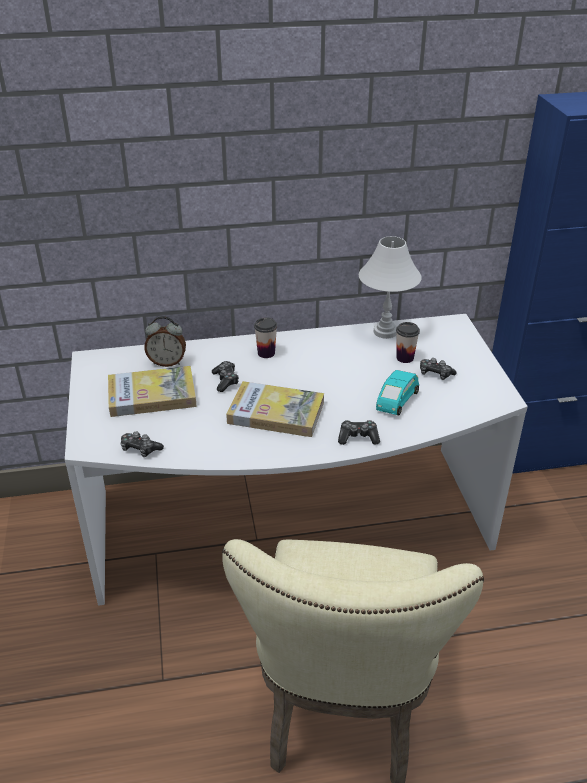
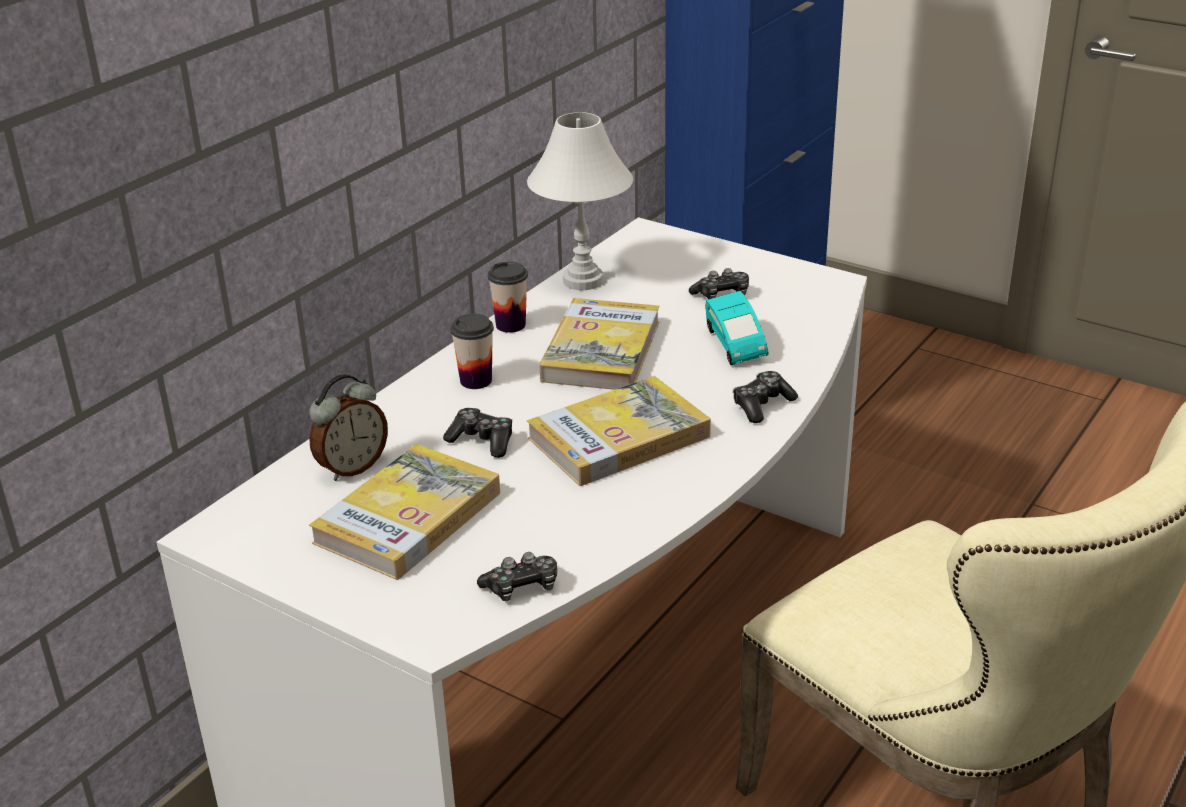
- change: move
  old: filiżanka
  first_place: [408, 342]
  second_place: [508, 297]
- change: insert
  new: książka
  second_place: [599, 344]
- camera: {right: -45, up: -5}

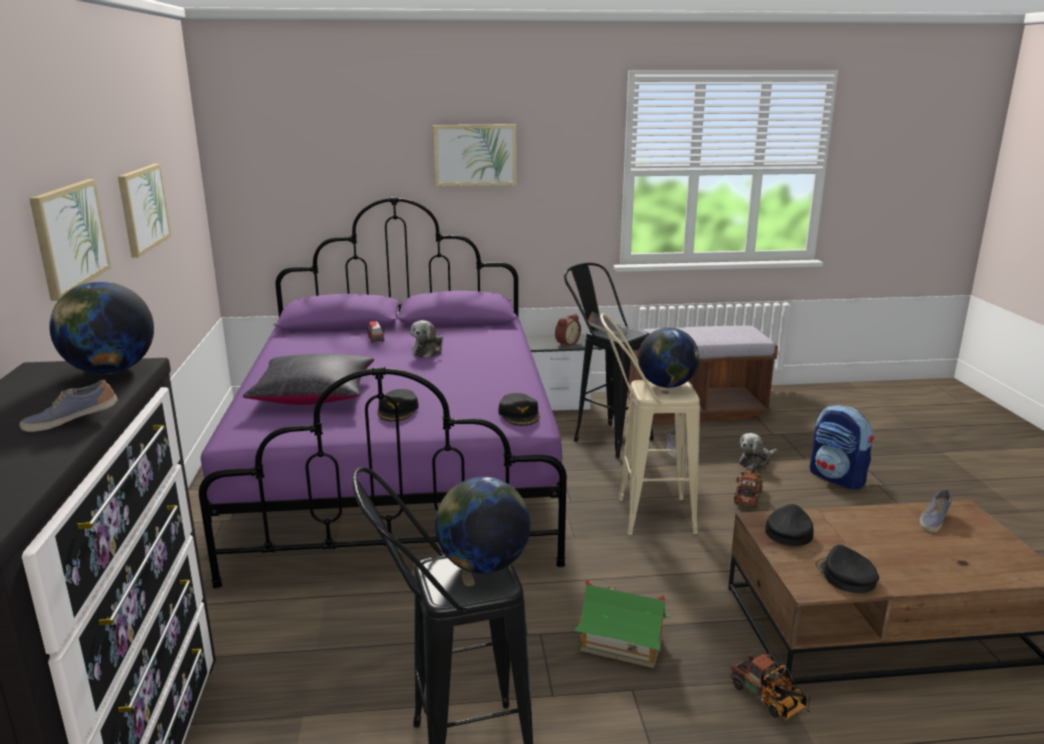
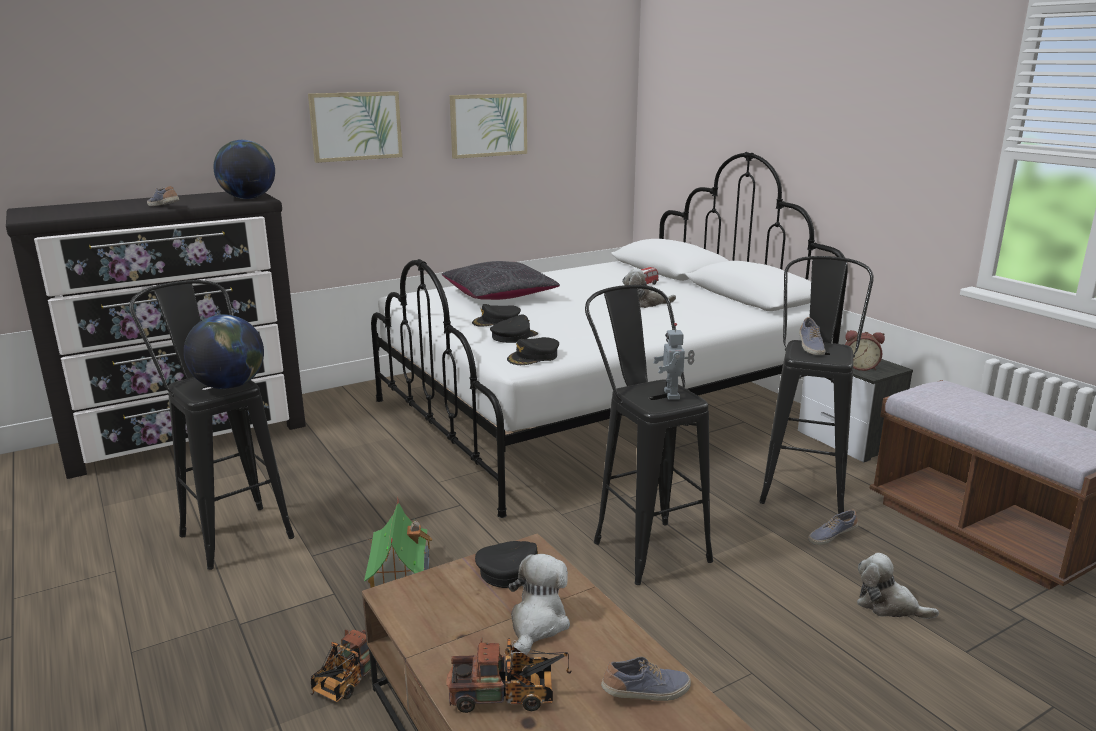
- change: delete
  old: obraz
  first_place: [475, 155]
- change: recolor
  old: łóżko (fioletowy)
  new: łóżko (biały)
  first_place: [383, 393]
  second_place: [609, 335]
- change: recolor
  old: stołek (beżowy)
  new: stołek (czarny)
  first_place: [650, 424]
  second_place: [649, 435]
- change: replace
  old: globus
  new: robot zabawkowy
  first_place: [668, 358]
  second_place: [674, 361]
- change: delete
  old: plecak
  first_place: [841, 447]
- change: move
  old: ciężarówka zabawkowa
  first_place: [748, 484]
  second_place: [509, 675]
- change: rotate
  old: but
  first_place: [936, 510]
  second_place: [646, 679]
  degrees: 150
- change: move
  old: czapka z daszkiem (czarny)
  first_place: [847, 569]
  second_place: [514, 328]
- change: insert
  new: pluszak
  second_place: [539, 604]
- camera: {right: 65, up: 0}

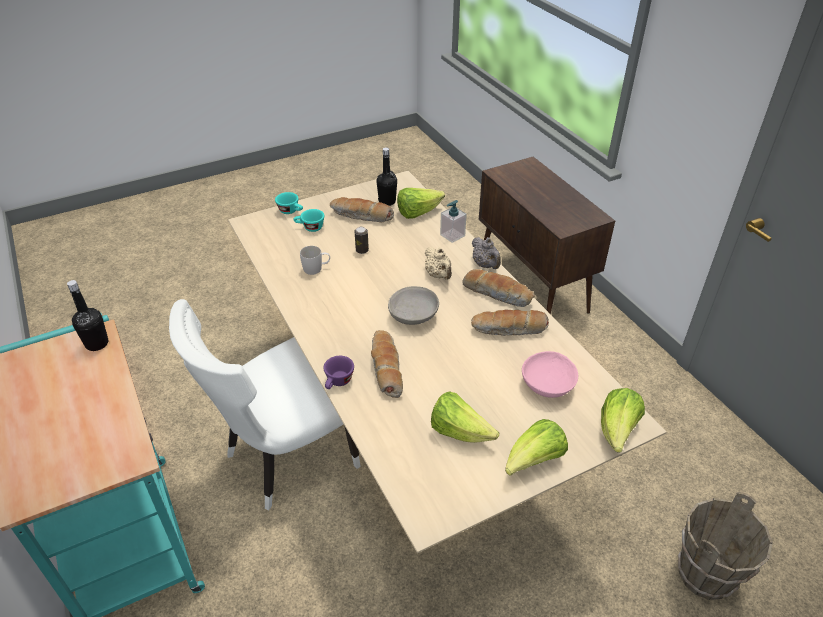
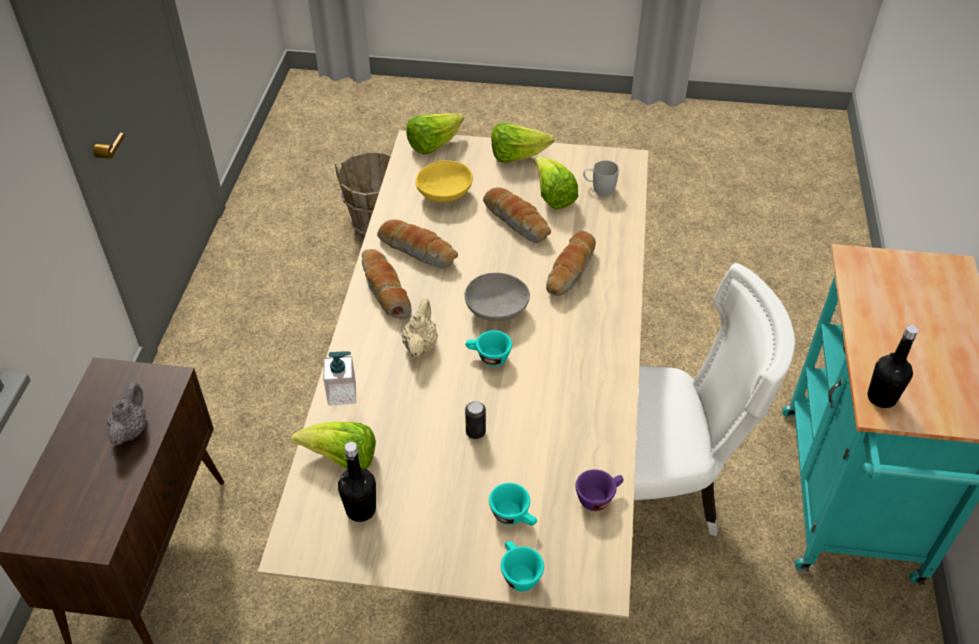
- change: move
  old: chleb
  first_place: [362, 209]
  second_place: [517, 215]
- change: move
  old: imbryk (szary)
  first_place: [486, 253]
  second_place: [127, 414]
- change: move
  old: kubek (biały)
  first_place: [315, 260]
  second_place: [601, 177]
- change: recolor
  old: miska (różowy)
  new: miska (żółty)
  first_place: [550, 374]
  second_place: [444, 181]
- change: move
  old: filiżanka (fioletowy)
  first_place: [338, 372]
  second_place: [599, 490]
- change: insert
  new: filiżanka (turkusowy)
  second_place: [489, 348]
- camera: {right: -145, up: 5}

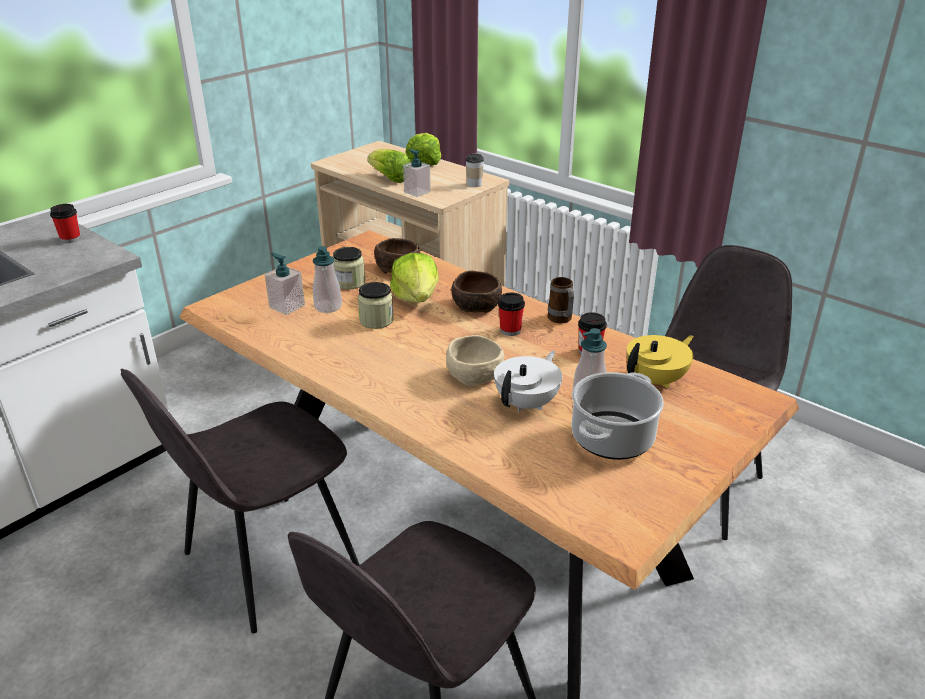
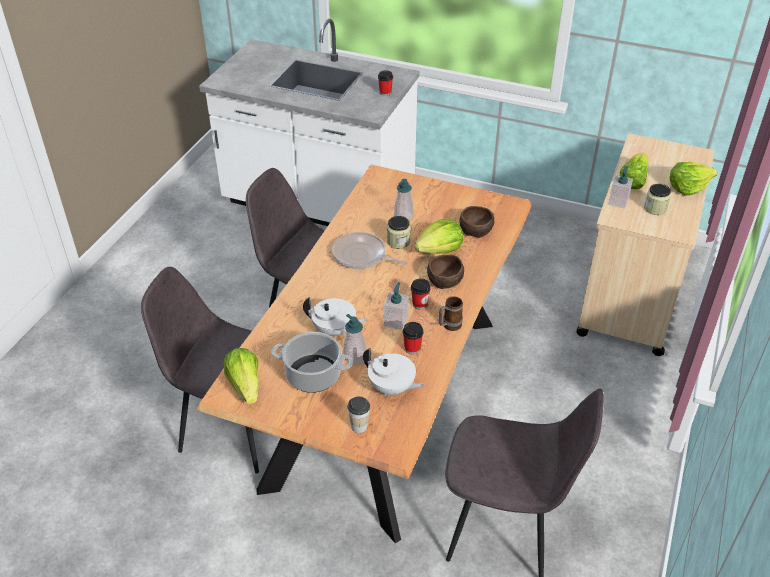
- change: move
  old: filiżanka
  first_place: [474, 170]
  second_place: [359, 414]
- change: move
  old: słoik
  first_place: [349, 268]
  second_place: [657, 199]
- change: move
  old: dozownik mydła
  first_place: [285, 284]
  second_place: [396, 306]
- change: delete
  old: miska (beżowy)
  first_place: [475, 360]
- change: recolor
  old: imbryk (żółty)
  new: imbryk (biały)
  first_place: [660, 362]
  second_place: [394, 372]
- change: insert
  new: patelnia
  second_place: [369, 250]
- change: insert
  new: sałata
  second_place: [241, 376]
- camera: {right: 70, up: 10}

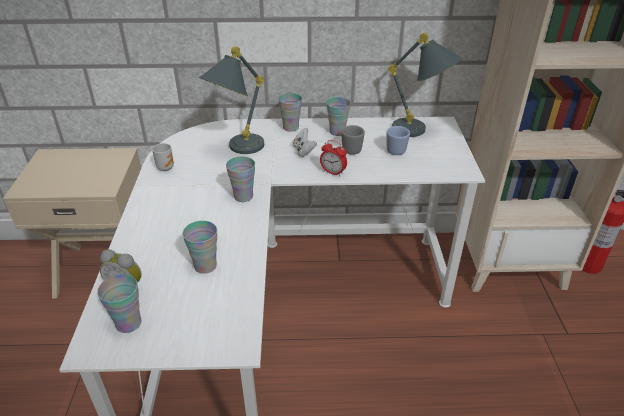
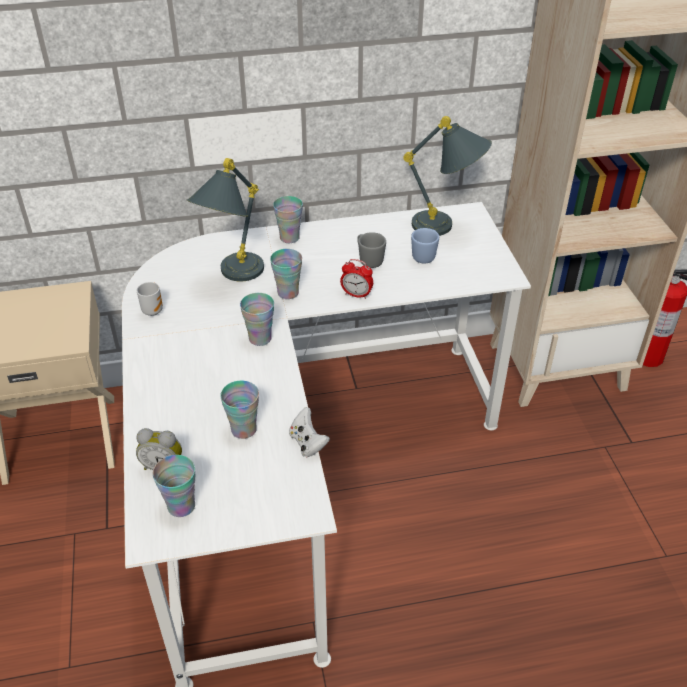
- change: move
  old: filiżanka
  first_place: [338, 116]
  second_place: [286, 274]
- change: move
  old: pad do gier (biały)
  first_place: [305, 142]
  second_place: [309, 432]
- camera: {right: -10, up: 5}

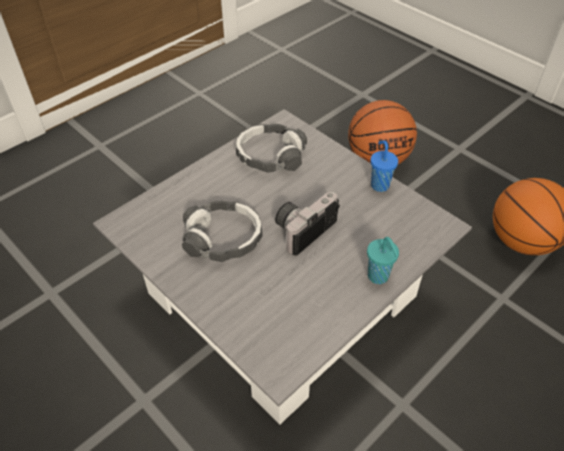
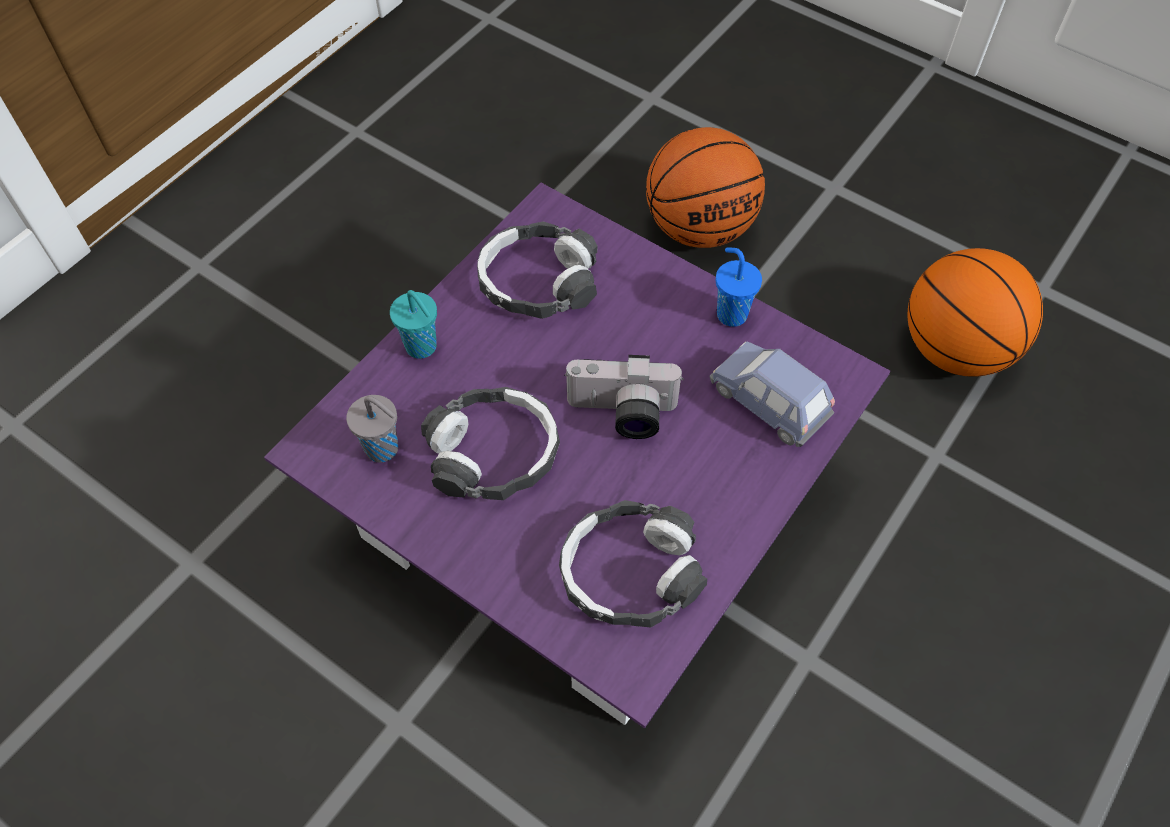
- change: recolor
  old: ława (szary)
  new: ława (fioletowy)
  first_place: [282, 267]
  second_place: [577, 455]
- change: rotate
  old: aparat fotograficzny
  first_place: [307, 223]
  second_place: [624, 397]
  degrees: -120
- change: move
  old: filiżanka (turkusowy)
  first_place: [383, 260]
  second_place: [413, 324]
- change: insert
  new: samochodzik (niebieski)
  second_place: [772, 394]
- change: insert
  new: filiżanka (szary)
  second_place: [372, 429]
- change: insert
  new: słuchawki
  second_place: [633, 564]
- camera: {right: -10, up: 10}

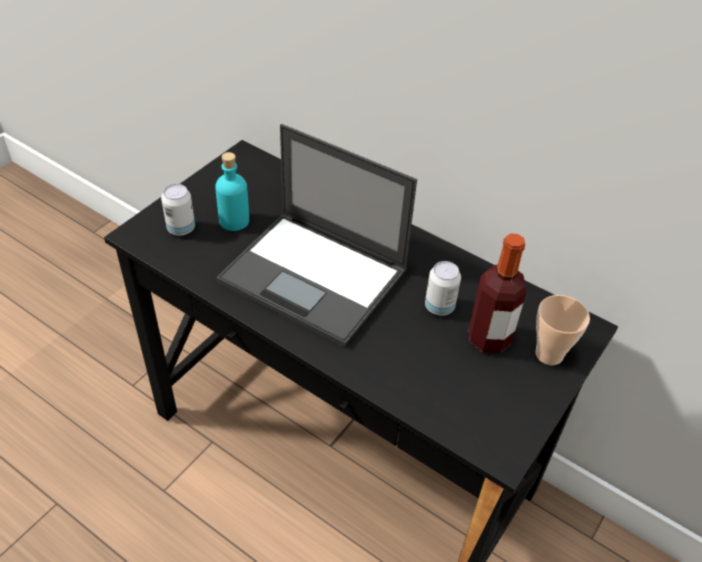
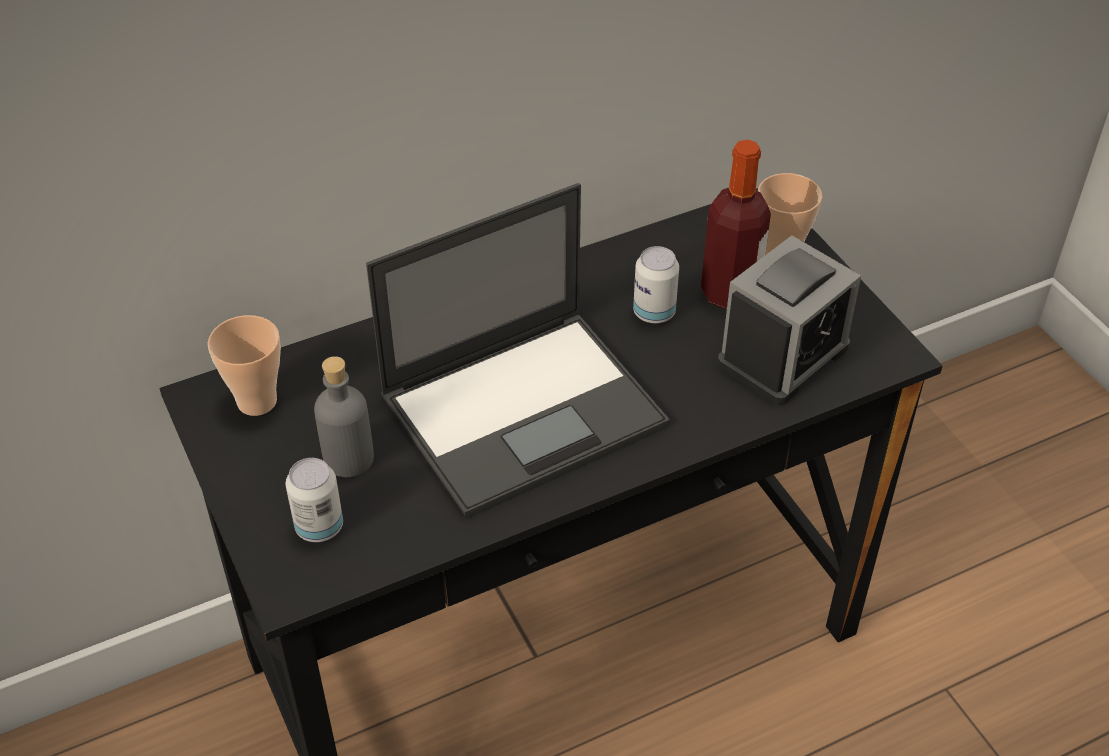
- change: recolor
  old: butelka (turkusowy)
  new: butelka (szary)
  first_place: [232, 191]
  second_place: [344, 416]
- change: insert
  new: budzik
  second_place: [789, 320]
- change: insert
  new: filiżanka
  second_place: [244, 365]
- camera: {right: -60, up: 0}

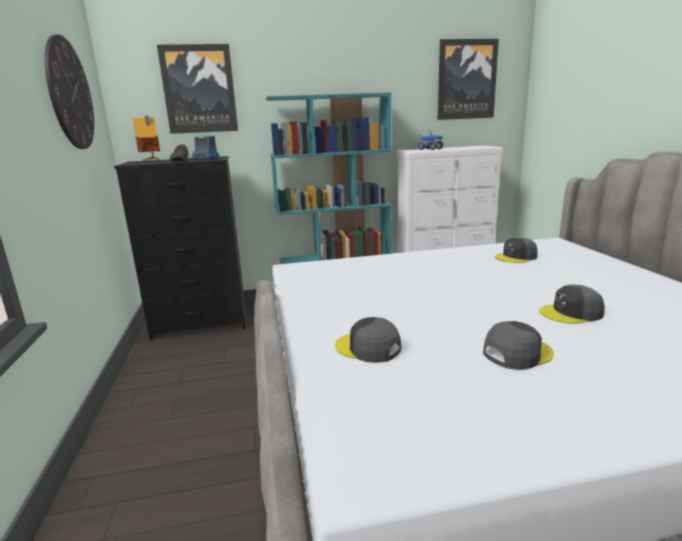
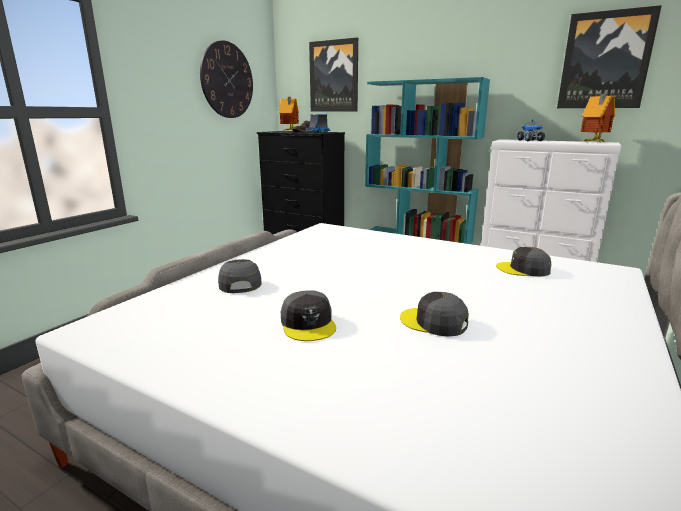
- change: rotate
  old: czapka z daszkiem (szary)
  first_place: [518, 345]
  second_place: [308, 315]
  degrees: 60
- change: insert
  new: domek
  second_place: [598, 118]
- camera: {right: 40, up: 0}

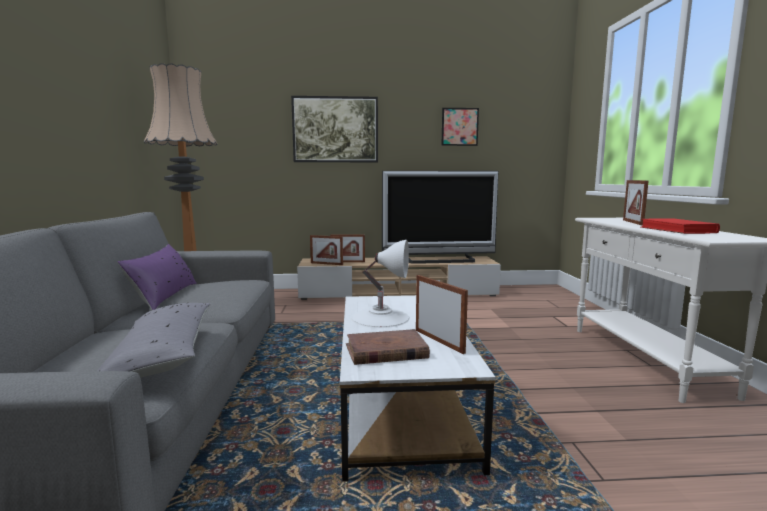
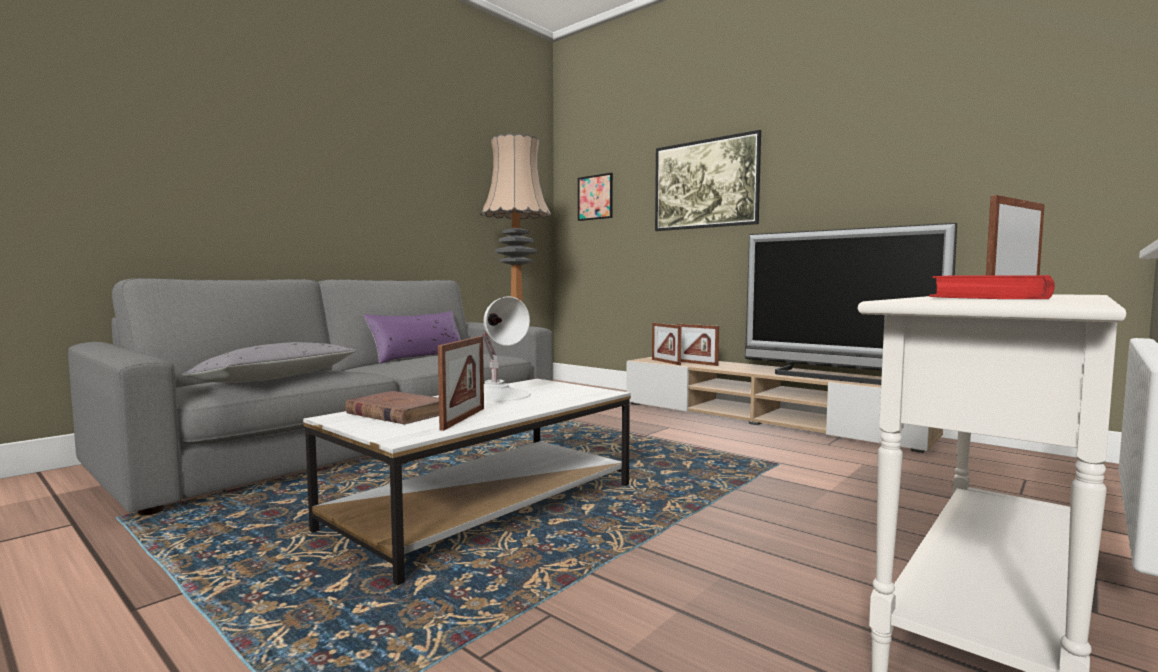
- change: move
  old: obraz
  first_place: [460, 127]
  second_place: [595, 197]
- camera: {right: 45, up: -5}

